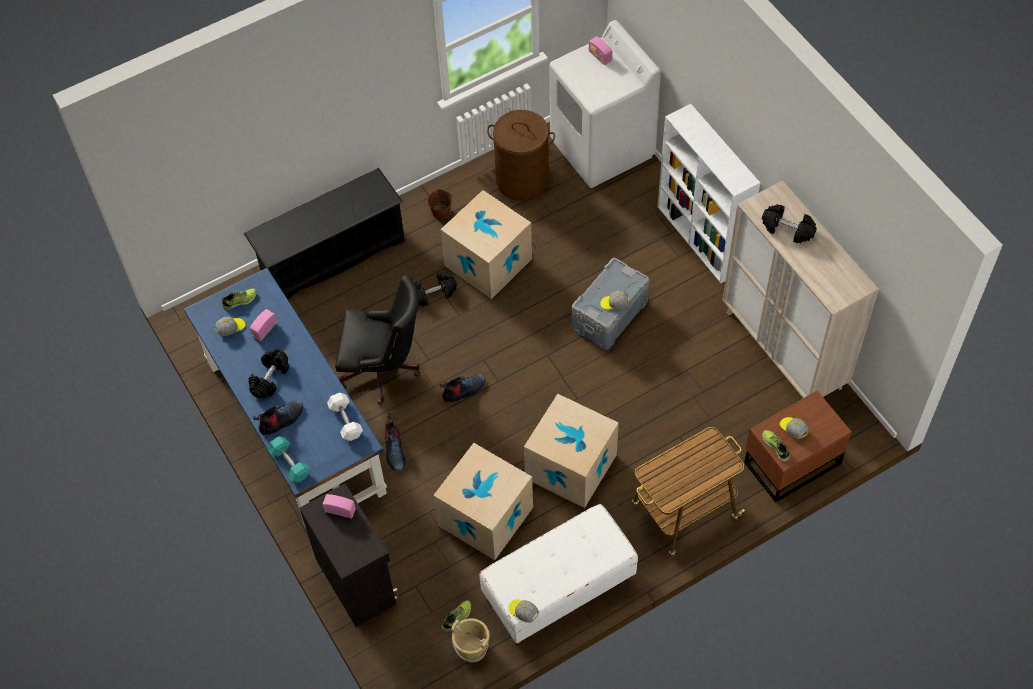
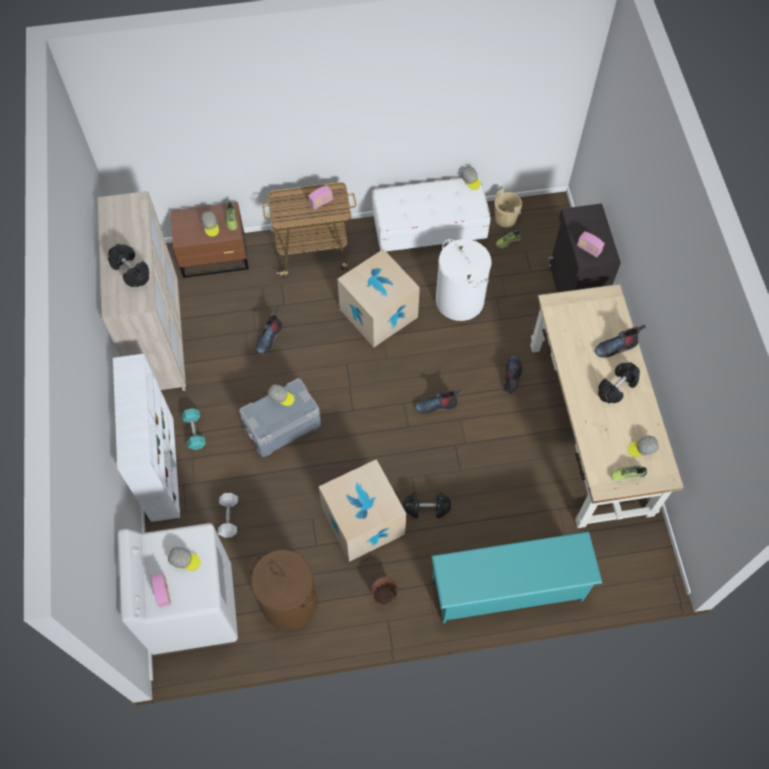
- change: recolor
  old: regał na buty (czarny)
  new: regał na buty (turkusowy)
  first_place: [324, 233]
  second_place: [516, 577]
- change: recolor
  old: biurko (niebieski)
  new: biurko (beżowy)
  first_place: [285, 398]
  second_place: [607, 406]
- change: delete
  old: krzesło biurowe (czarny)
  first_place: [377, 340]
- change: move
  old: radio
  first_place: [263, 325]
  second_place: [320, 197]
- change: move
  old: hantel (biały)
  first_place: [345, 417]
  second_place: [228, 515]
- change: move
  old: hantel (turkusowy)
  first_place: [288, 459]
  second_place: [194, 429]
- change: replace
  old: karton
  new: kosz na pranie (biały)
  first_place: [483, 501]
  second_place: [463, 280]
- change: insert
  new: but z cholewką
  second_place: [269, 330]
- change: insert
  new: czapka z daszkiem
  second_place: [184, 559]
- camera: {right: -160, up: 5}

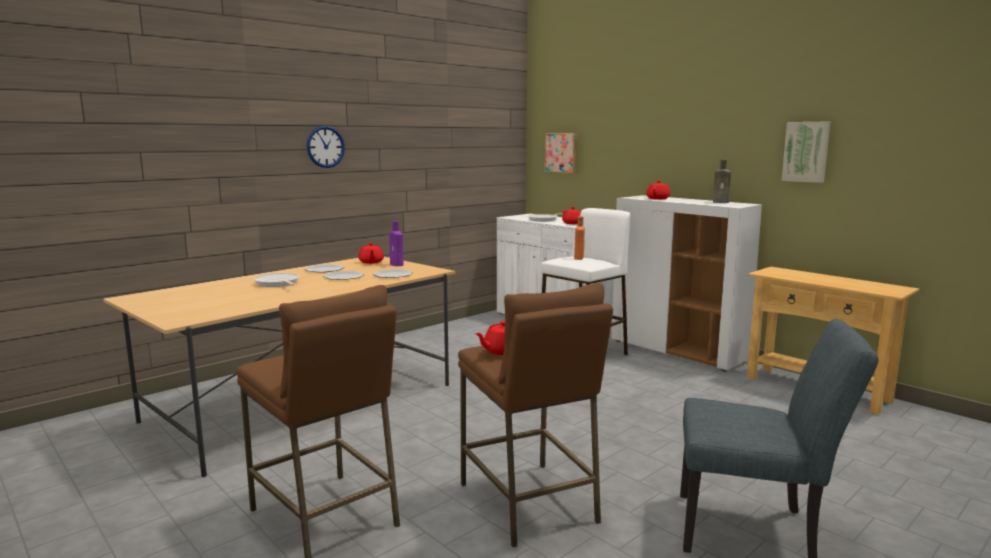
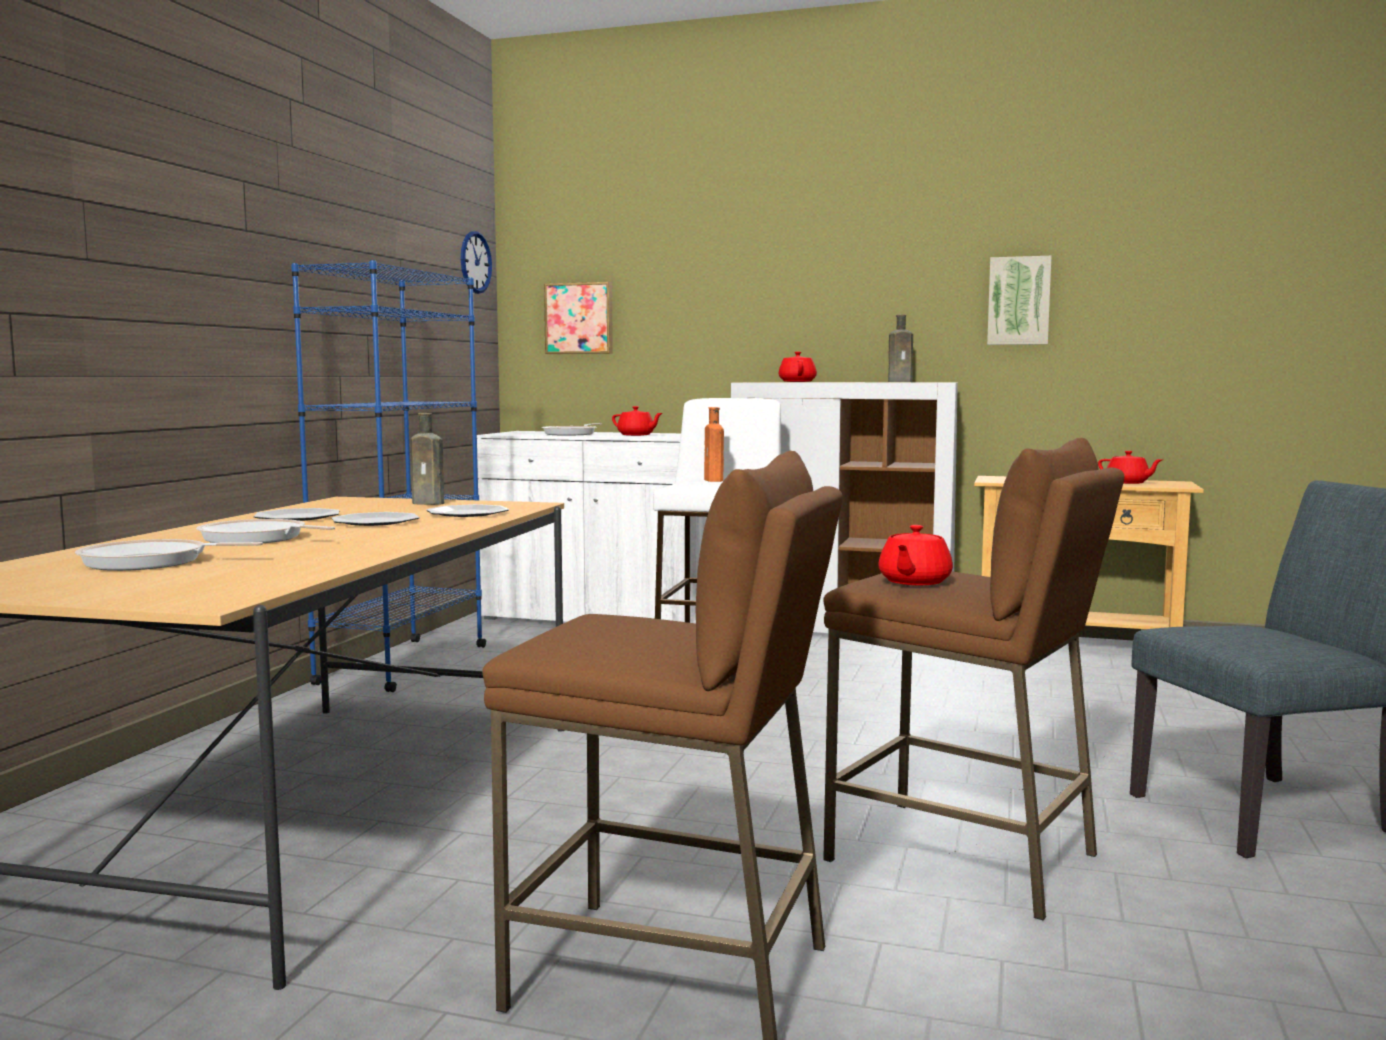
- change: move
  old: zegar ścienny
  first_place: [326, 147]
  second_place: [476, 262]
- change: recolor
  old: butelka (fioletowy)
  new: butelka (brązowy)
  first_place: [396, 243]
  second_place: [427, 459]
- change: move
  old: imbryk (czerwony)
  first_place: [371, 253]
  second_place: [1130, 467]
- change: insert
  new: regał (niebieski)
  second_place: [388, 476]
- change: insert
  new: patelnia
  second_place: [169, 555]
- camera: {right: -30, up: -5}

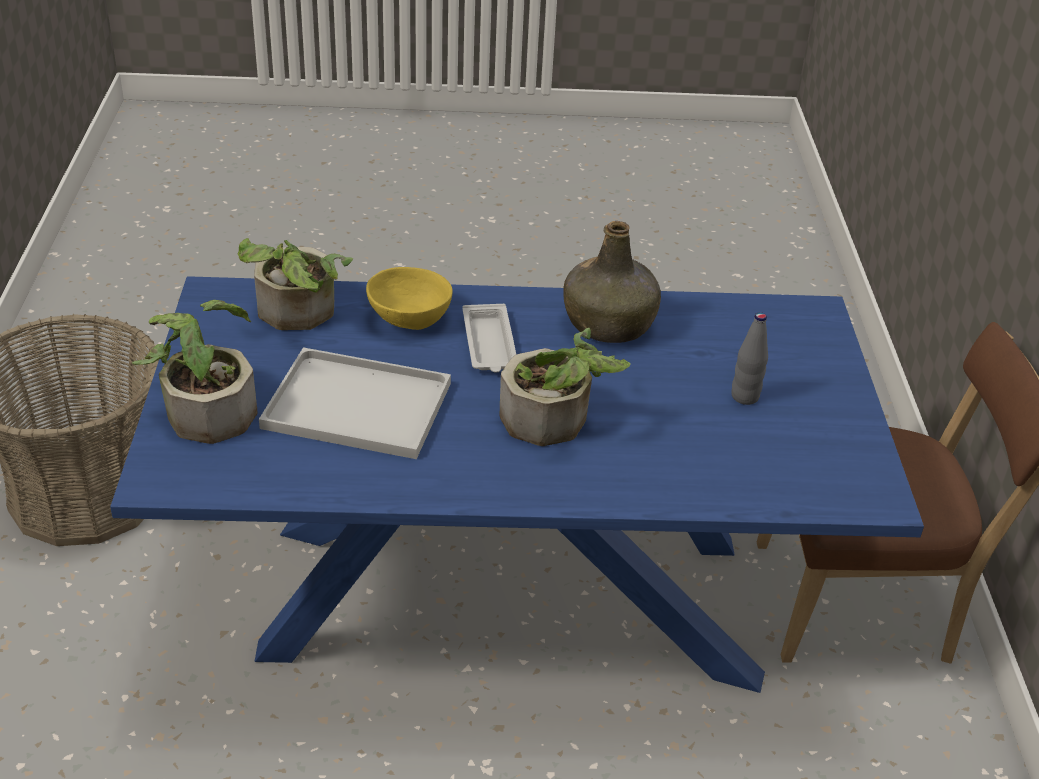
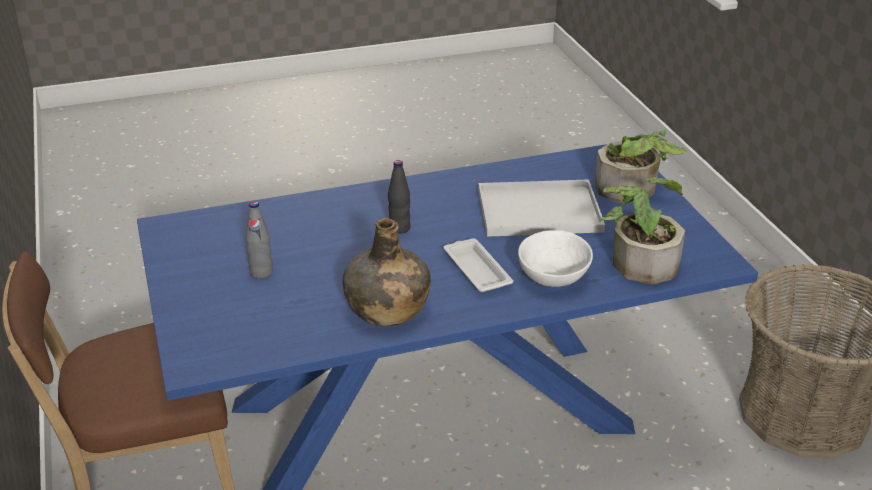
- change: recolor
  old: miska (żółty)
  new: miska (biały)
  first_place: [409, 298]
  second_place: [555, 258]
- change: replace
  old: roślina doniczkowa
  new: butelka (czarny)
  first_place: [565, 387]
  second_place: [399, 197]
- camera: {right: 165, up: -5}

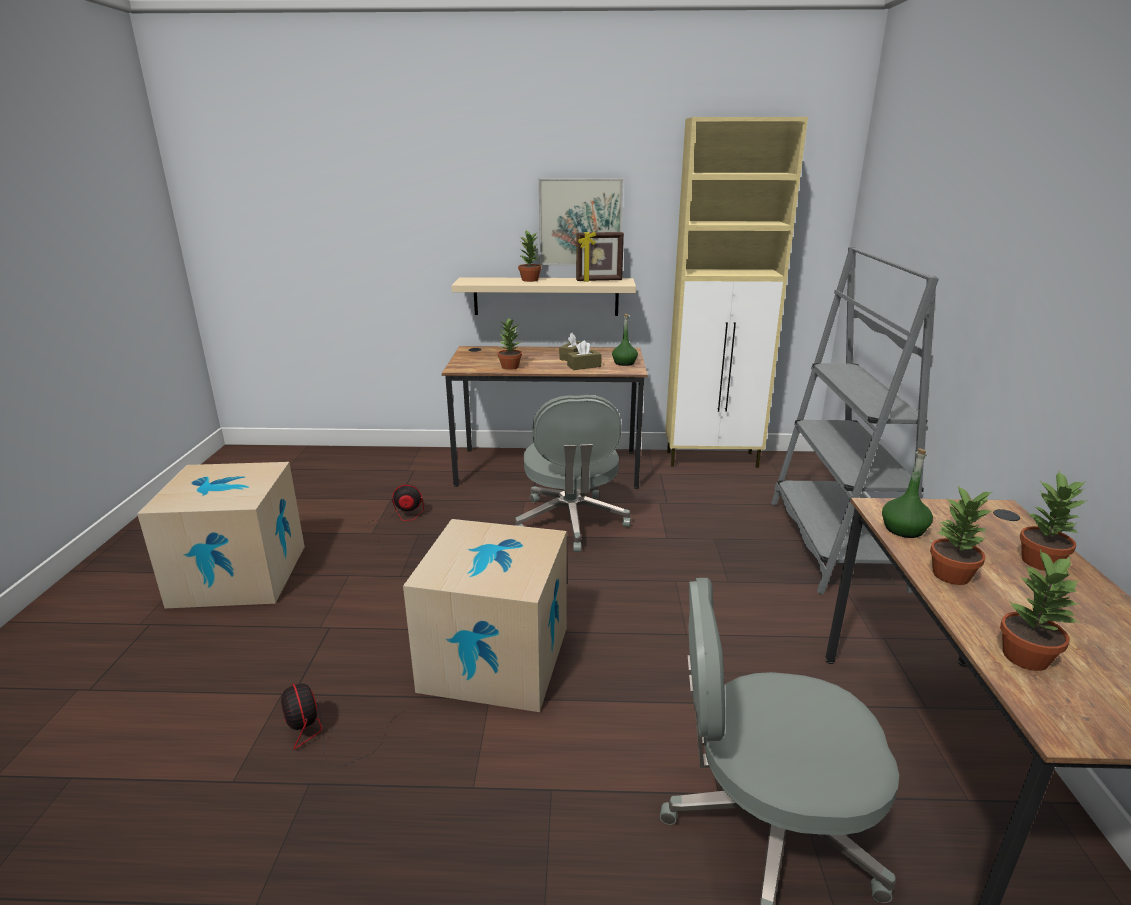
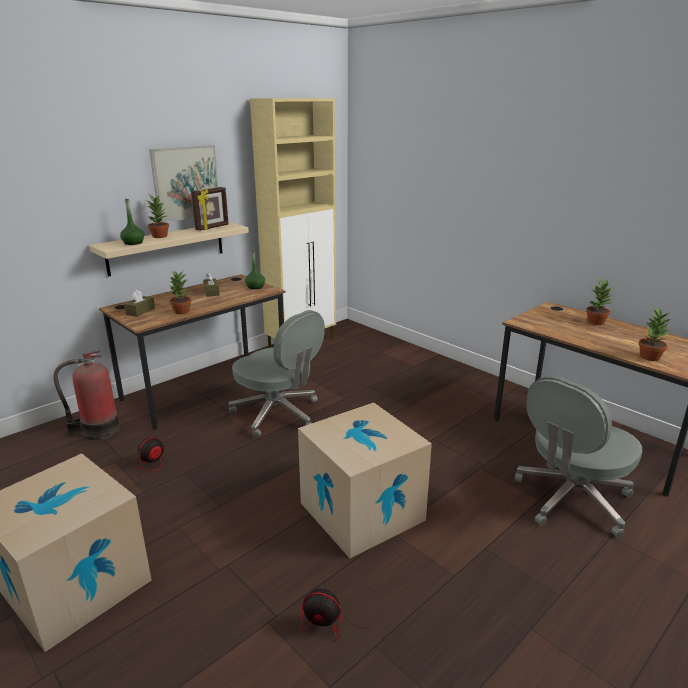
- change: delete
  old: regał (szary)
  first_place: [855, 420]
- change: move
  old: pudełko chusteczek (brązowy)
  first_place: [584, 355]
  second_place: [139, 303]
- change: move
  old: butelka (zielony)
  first_place: [907, 493]
  second_place: [132, 222]
- change: delete
  old: roślina doniczkowa
  first_place: [961, 535]
- change: insert
  new: gaśnica
  second_place: [86, 395]
- camera: {right: -45, up: 0}

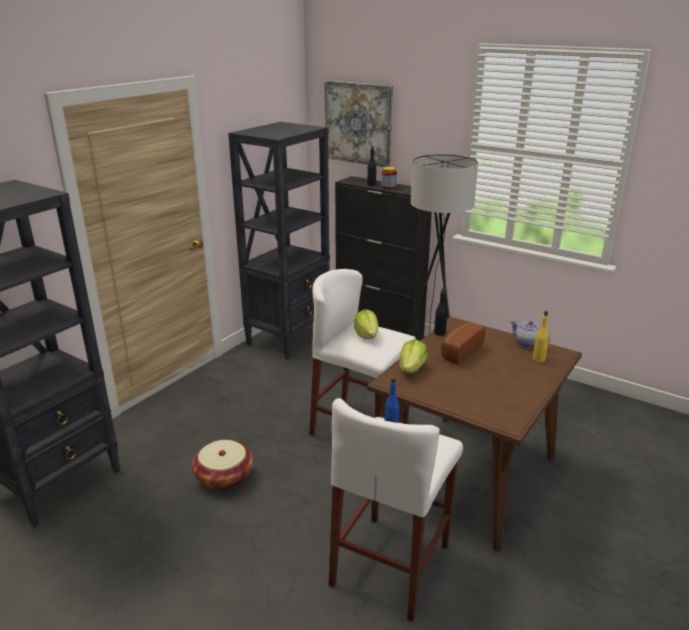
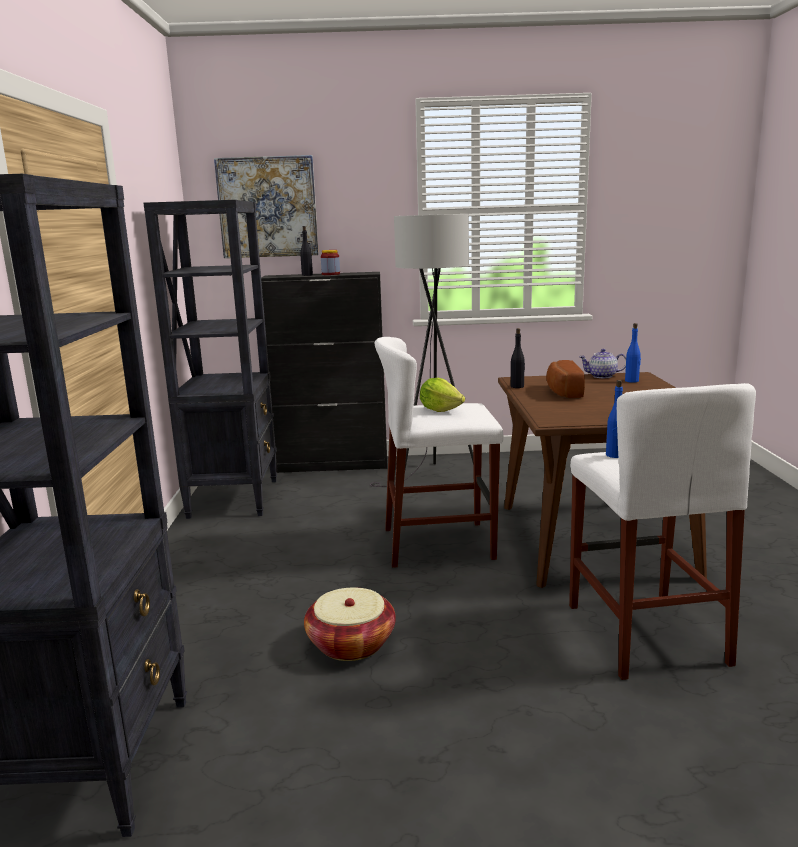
- change: recolor
  old: butelka (żółty)
  new: butelka (niebieski)
  first_place: [541, 336]
  second_place: [633, 353]
- change: delete
  old: sałata
  first_place: [413, 356]
- camera: {right: -35, up: -10}

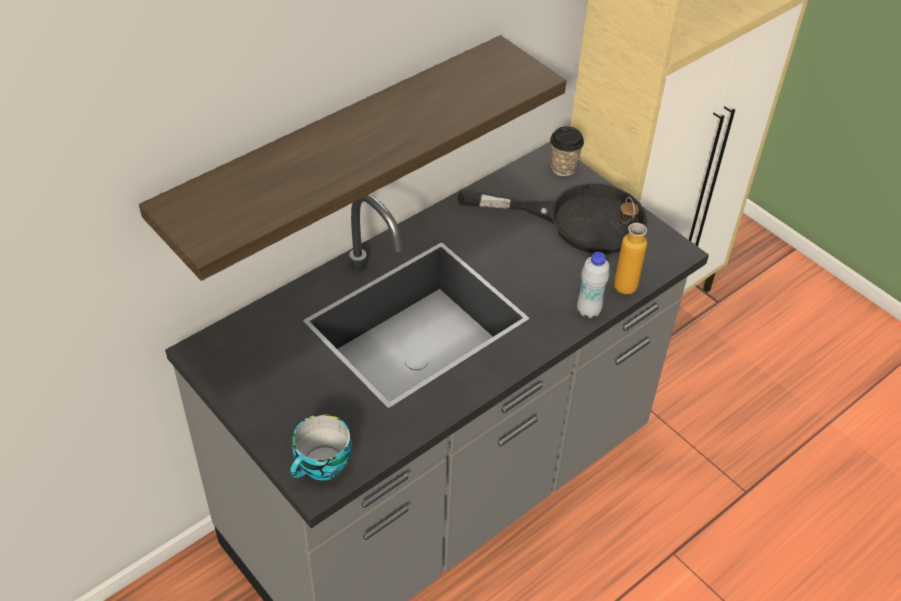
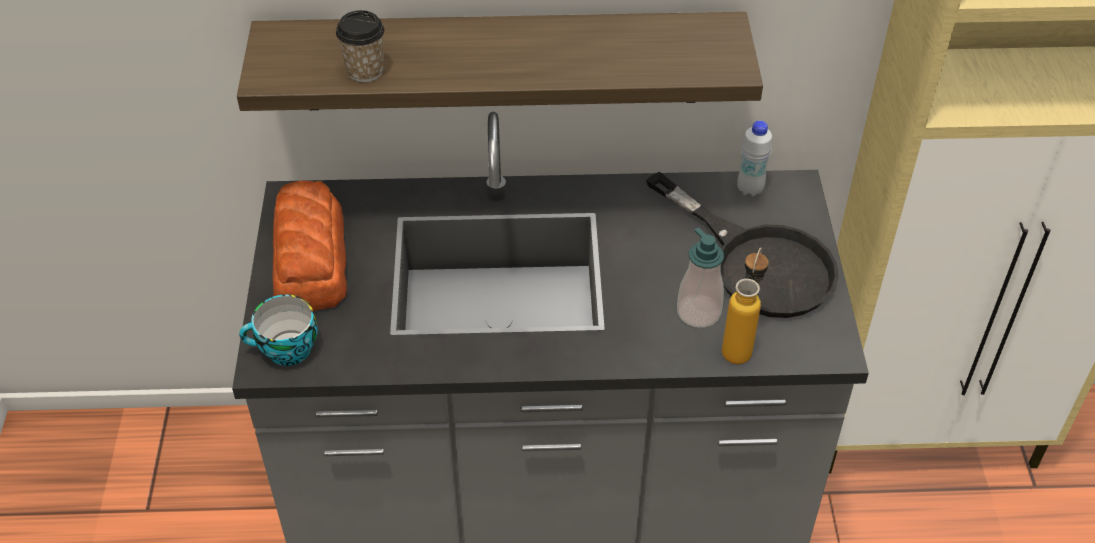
- change: move
  old: filiżanka
  first_place: [567, 151]
  second_place: [360, 46]
- change: move
  old: butelka (biały)
  first_place: [593, 285]
  second_place: [754, 158]
- change: insert
  new: chleb
  second_place: [310, 246]
- change: insert
  new: dozownik mydła
  second_place: [700, 277]
- camera: {right: 40, up: 0}

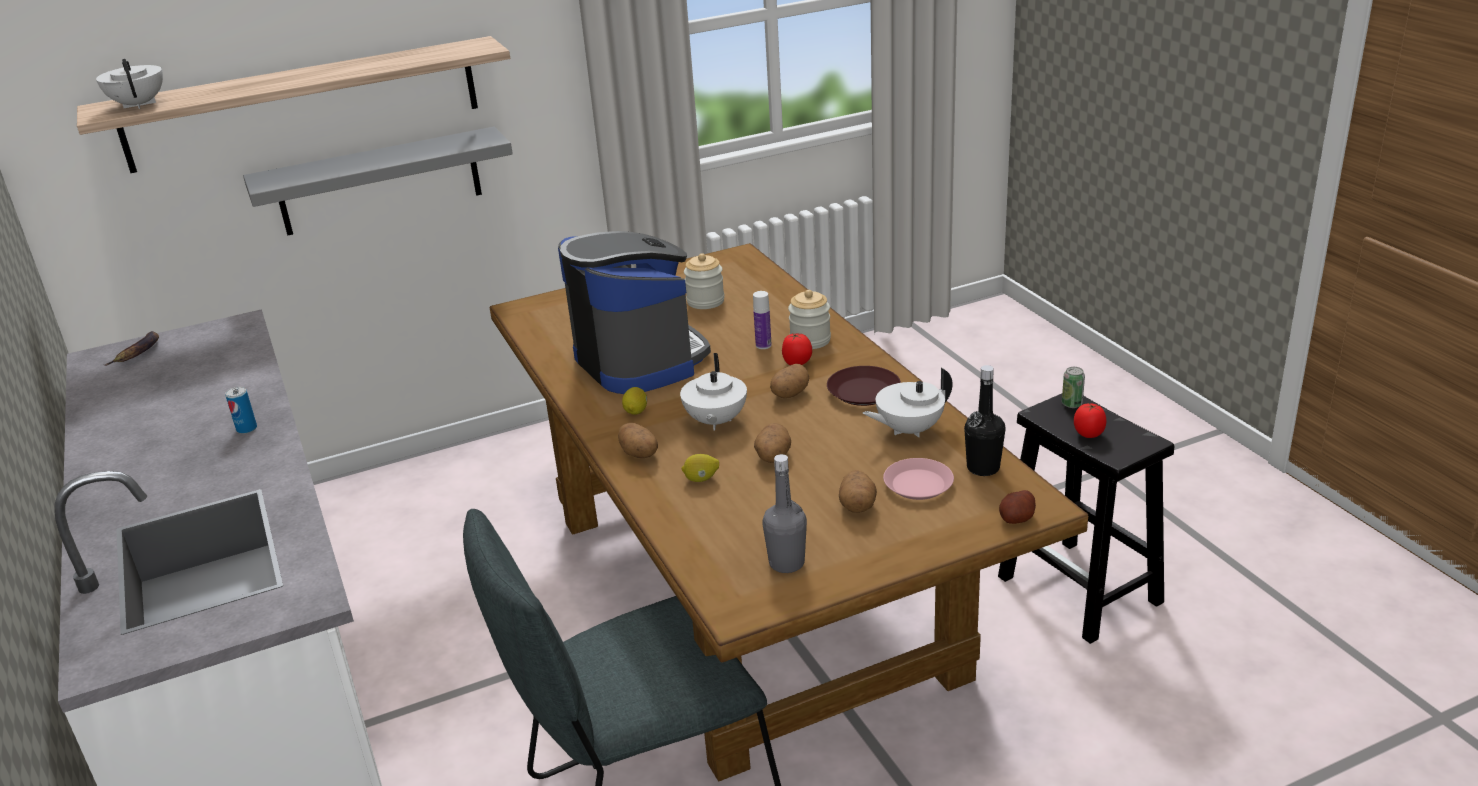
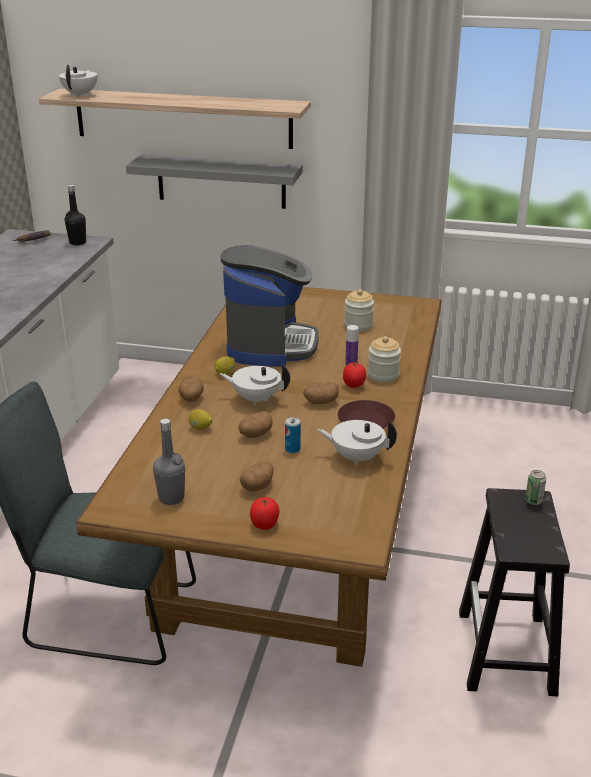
- change: rotate
  old: imbryk (biały)
  first_place: [713, 392]
  second_place: [255, 384]
  degrees: 60
- change: move
  old: butelka (czarny)
  first_place: [984, 420]
  second_place: [75, 215]
- change: move
  old: puszka
  first_place: [241, 410]
  second_place: [293, 435]
- change: move
  old: pomidor
  first_place: [1090, 420]
  second_place: [264, 513]
- change: delete
  old: talerz (różowy)
  first_place: [918, 479]
- change: delete
  old: ziemniak
  first_place: [1017, 507]
- camera: {right: 35, up: 0}

